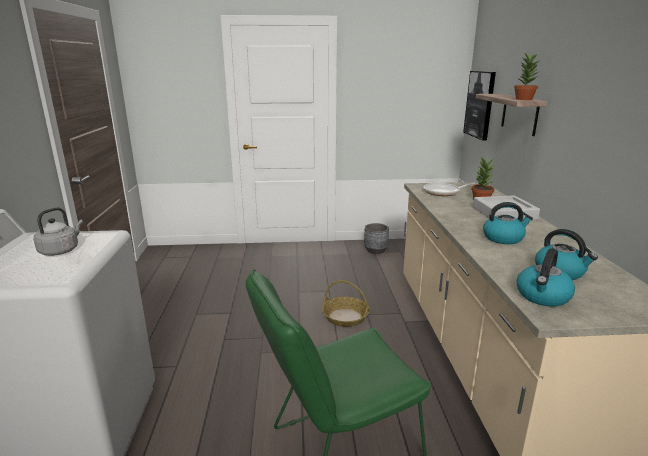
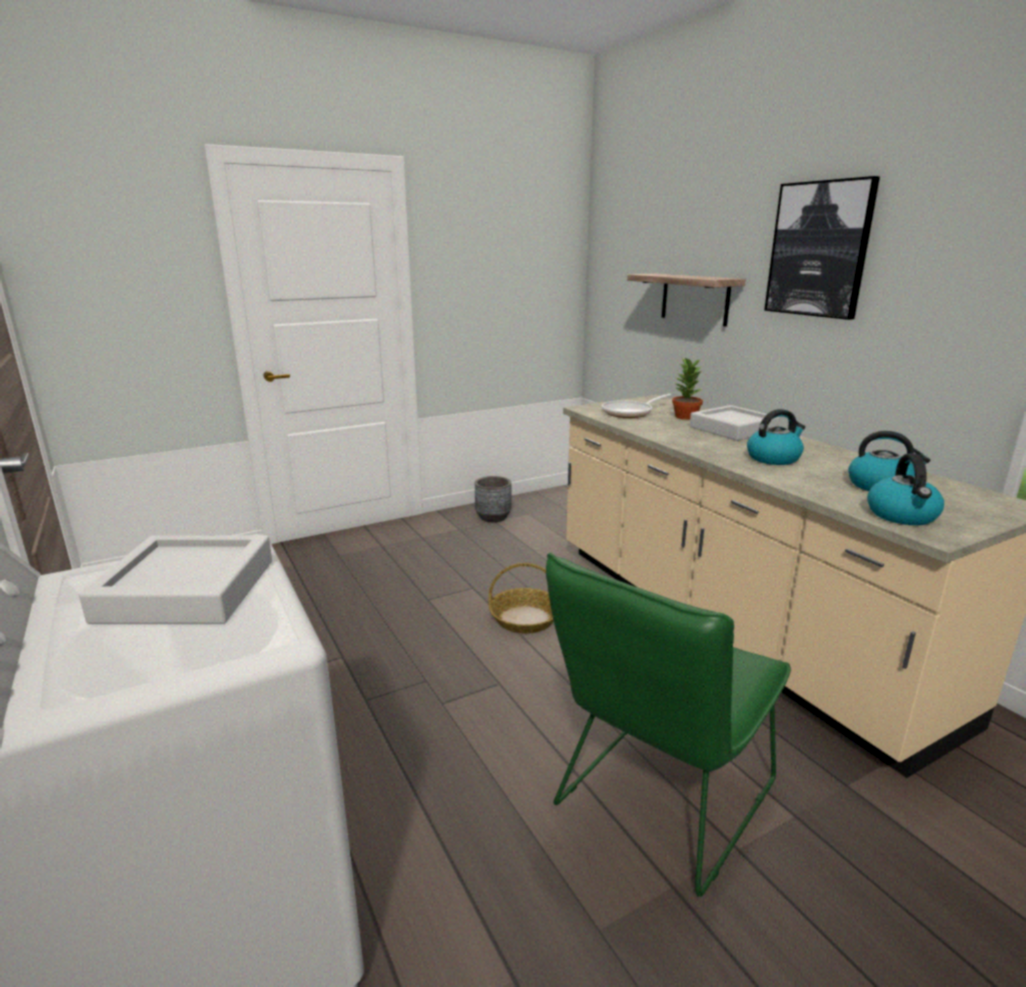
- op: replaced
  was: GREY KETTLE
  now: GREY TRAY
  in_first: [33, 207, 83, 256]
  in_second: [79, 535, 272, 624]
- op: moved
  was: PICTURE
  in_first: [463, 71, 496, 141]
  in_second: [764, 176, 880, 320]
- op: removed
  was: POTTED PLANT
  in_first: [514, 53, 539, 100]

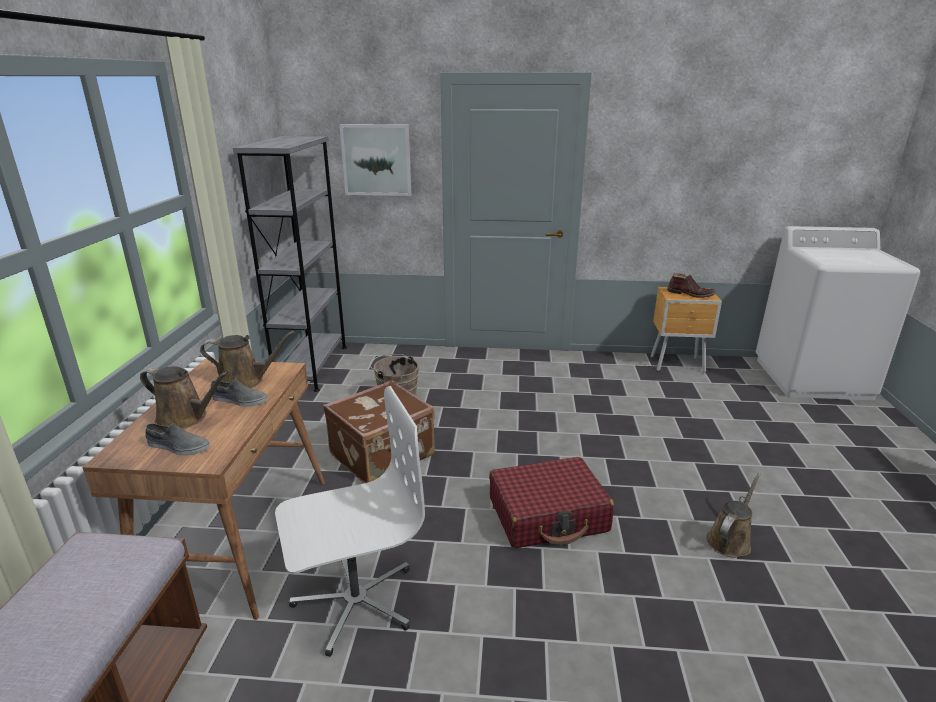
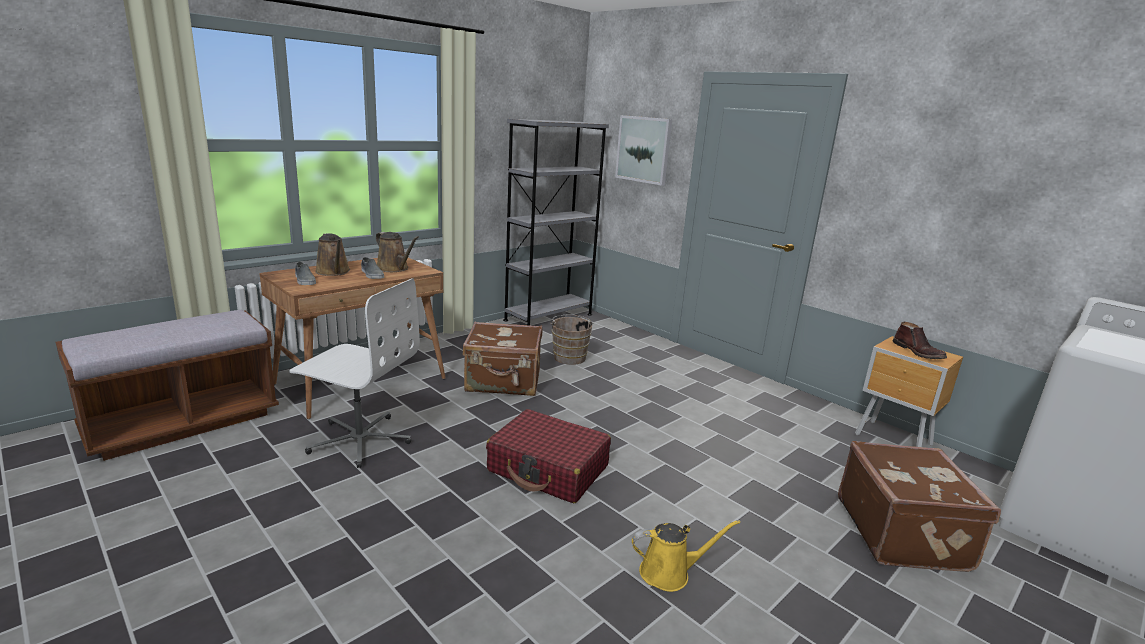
- op: recoloured
  was: BROWN WATERING CAN
  now: YELLOW WATERING CAN
  in_first: [706, 473, 761, 558]
  in_second: [632, 520, 740, 592]
- op: added
  now: BROWN SUITCASE
  in_second: [838, 441, 1001, 572]

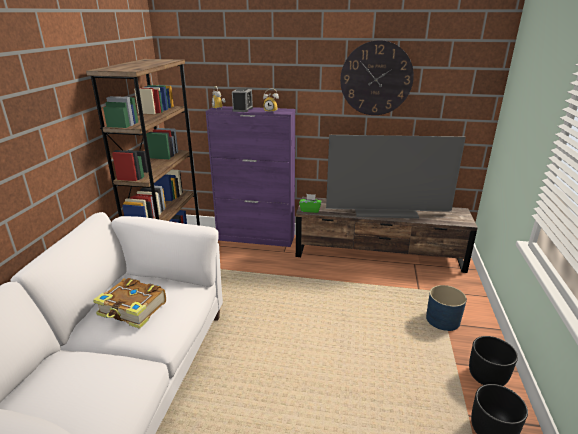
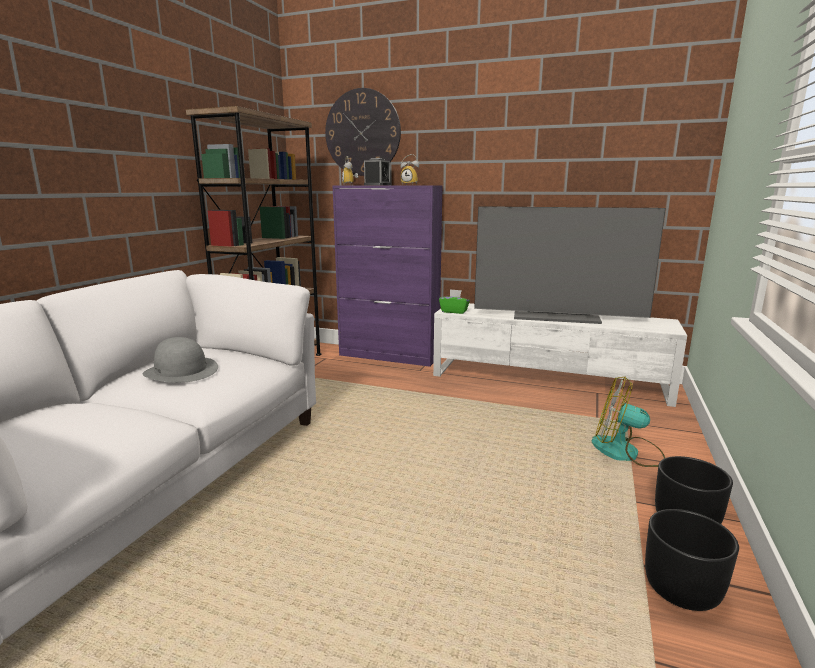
- op: replaced
  was: BOOK
  now: GREY HAT
  in_first: [93, 278, 166, 329]
  in_second: [142, 337, 218, 383]
- op: recoloured
  was: BROWN TV STAND
  now: WHITE TV STAND
  in_first: [296, 197, 478, 273]
  in_second: [433, 303, 687, 407]
- op: moved
  was: WALL CLOCK
  in_first: [340, 40, 414, 115]
  in_second: [325, 88, 401, 176]
- op: replaced
  was: BLUE PLANTER
  now: FAN
  in_first: [426, 285, 467, 331]
  in_second: [592, 376, 665, 467]

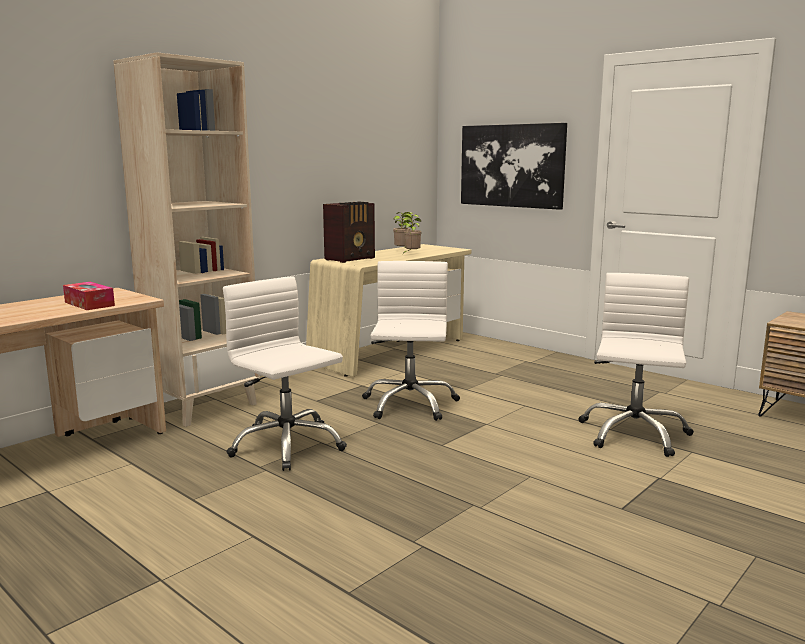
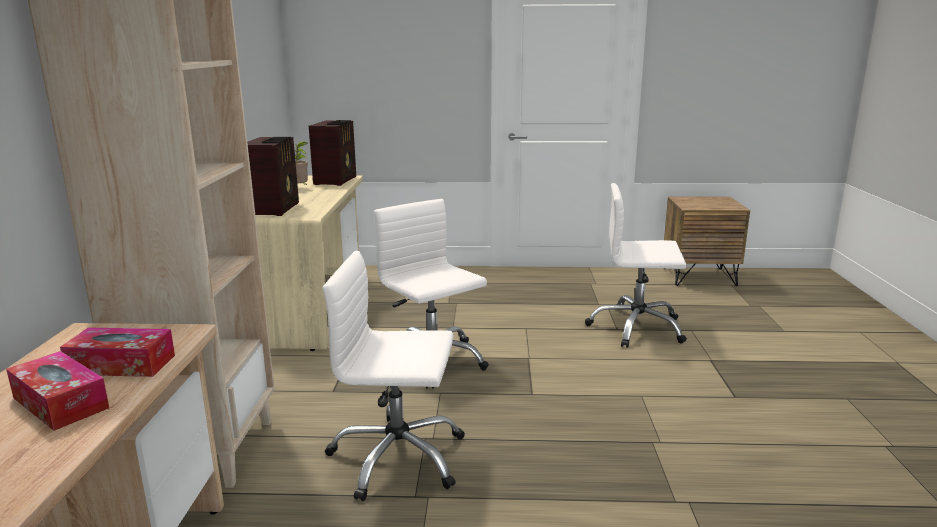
- op: removed
  was: POTTED PLANT
  in_first: [401, 213, 422, 253]
- op: removed
  was: PICTURE
  in_first: [461, 123, 567, 210]
- op: turned
  was: WHITE OFFICE CHAIR
  in_first: [578, 273, 694, 457]
  in_second: [585, 183, 687, 348]
  clockwise: -60
- op: added
  now: TISSUE BOX
  in_second: [6, 351, 109, 431]
- op: added
  now: RADIO
  in_second: [309, 120, 356, 186]

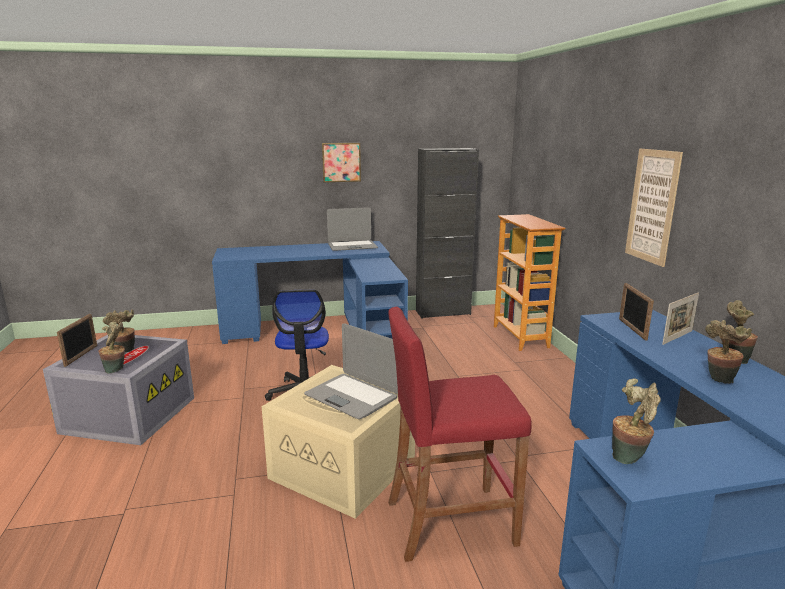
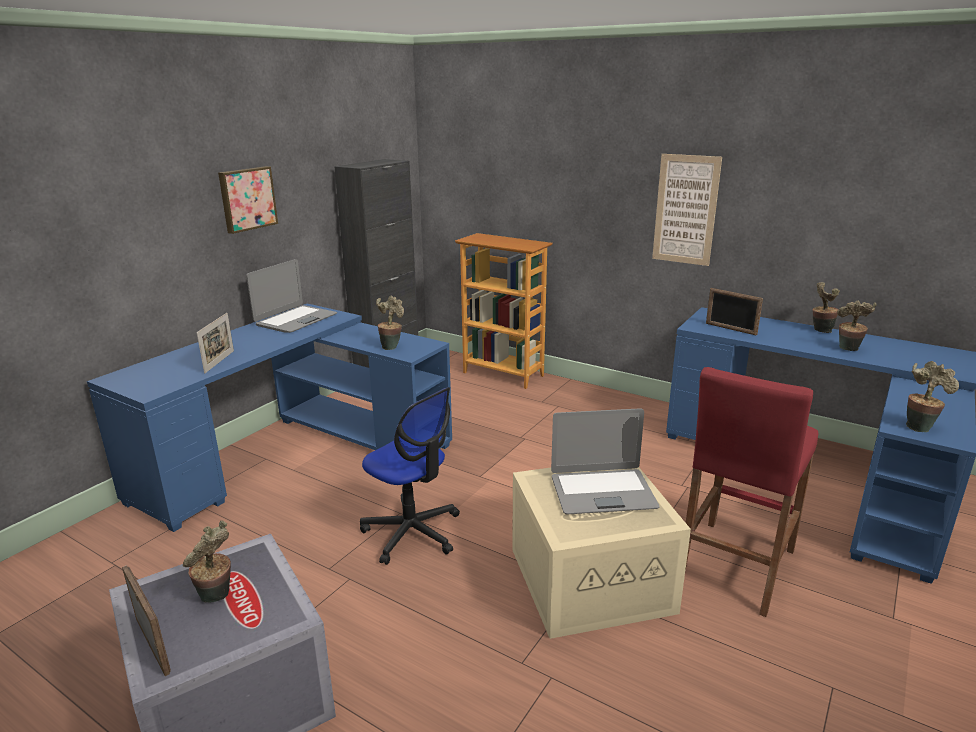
- op: moved
  was: POTTED PLANT
  in_first: [98, 321, 125, 374]
  in_second: [376, 296, 404, 350]
- op: moved
  was: PICTURE FRAME
  in_first: [662, 292, 699, 345]
  in_second: [197, 313, 234, 373]

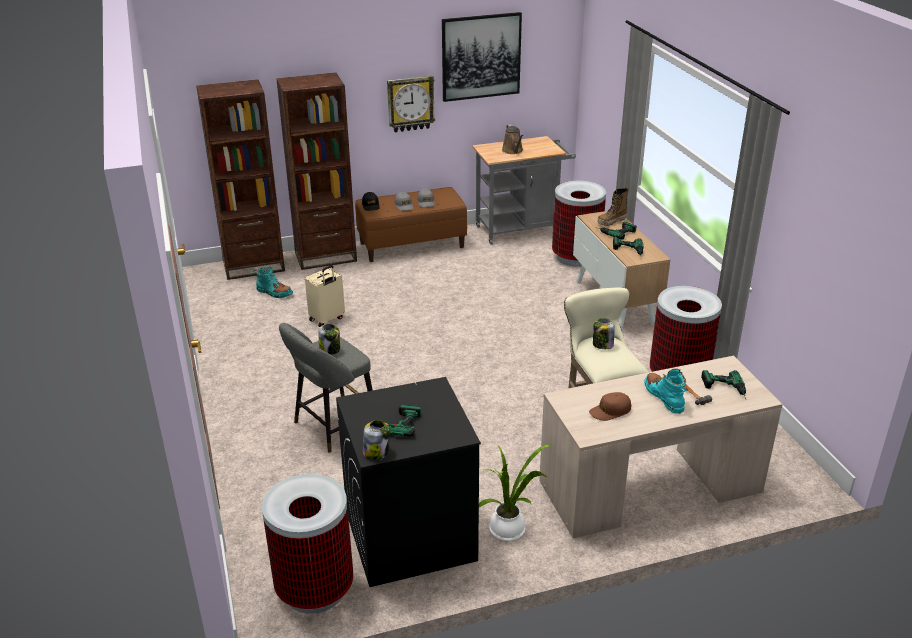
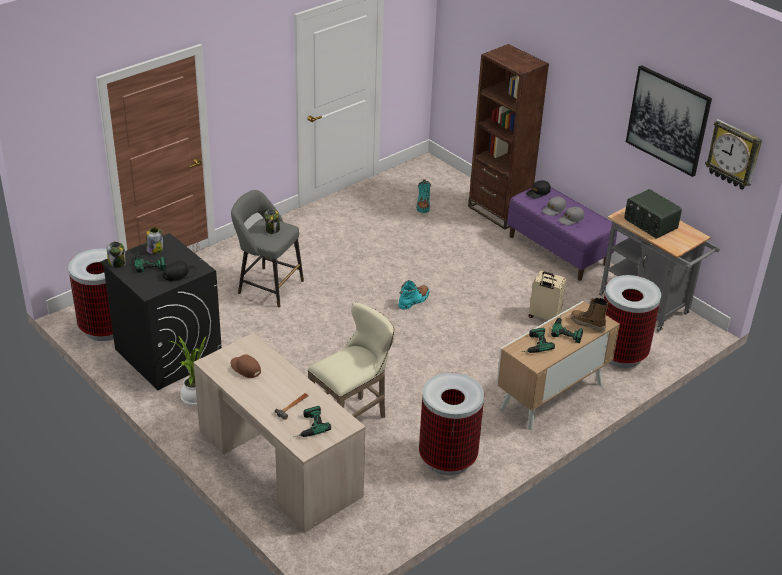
- op: removed
  was: BROWN BOOKCASE
  in_first: [196, 80, 285, 280]
- op: moved
  was: BEIGE SUITCASE
  in_first: [305, 265, 345, 327]
  in_second: [528, 271, 566, 320]
- op: recoloured
  was: BROWN BENCH
  now: PURPLE BENCH
  in_first: [355, 187, 467, 262]
  in_second: [507, 187, 617, 281]
- op: moved
  was: WALL CLOCK
  in_first: [387, 76, 435, 132]
  in_second: [705, 119, 762, 190]
- op: replaced
  was: BROWN WATERING CAN
  now: RADIO
  in_first: [502, 124, 523, 154]
  in_second: [624, 189, 682, 239]
- op: moved
  was: JAR
  in_first: [593, 318, 615, 349]
  in_second: [146, 227, 163, 254]
- op: moved
  was: TURQUOISE BOOT
  in_first: [644, 369, 688, 414]
  in_second: [398, 280, 430, 310]
- op: added
  now: BLACK CAP
  in_second: [163, 261, 197, 281]

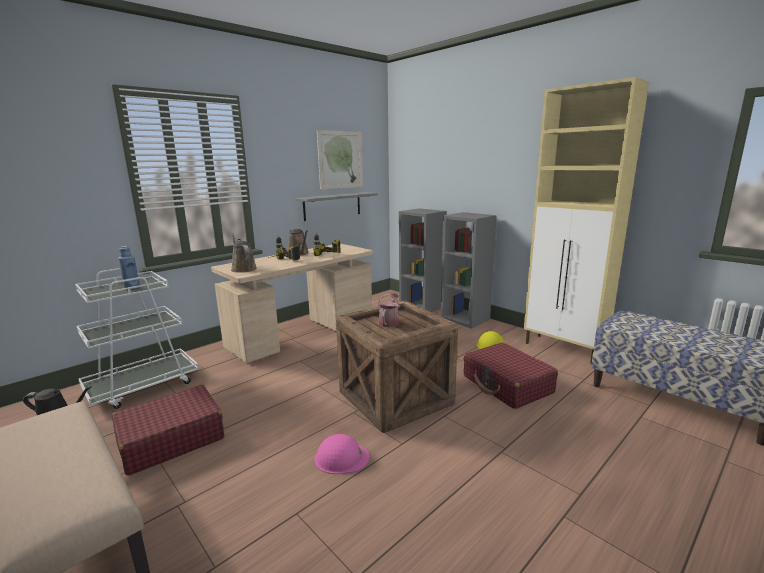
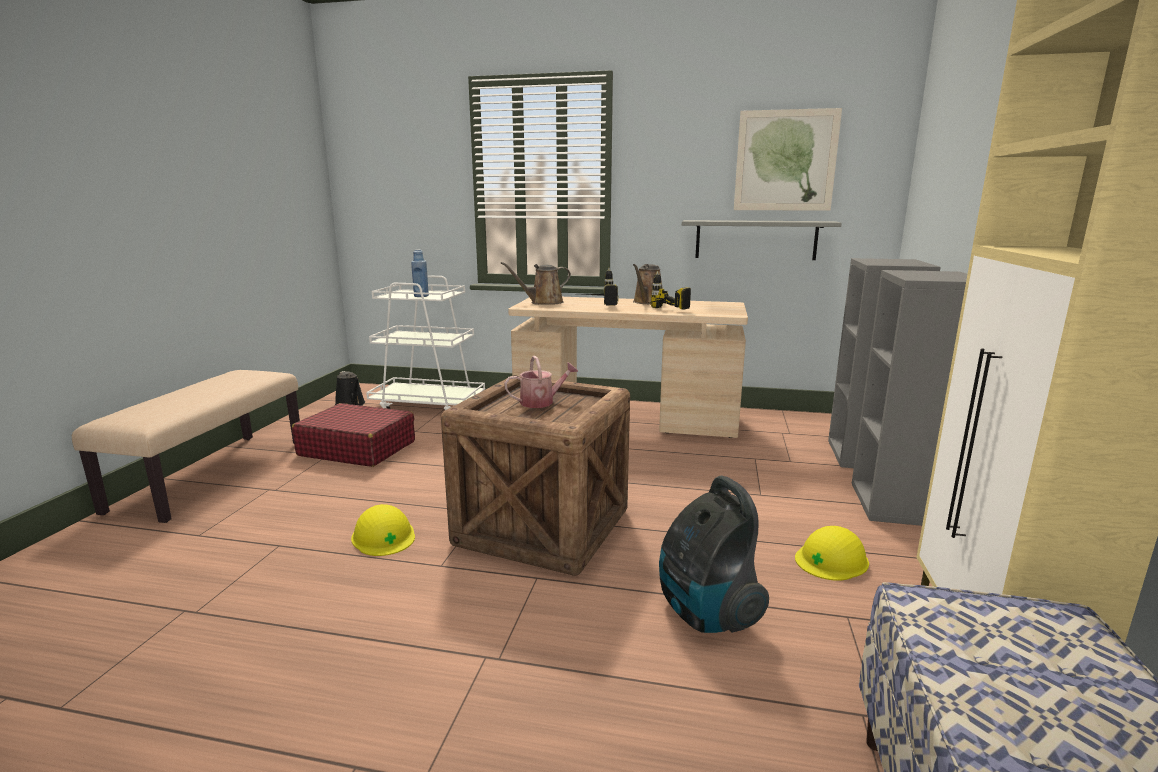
- op: turned
  was: BROWN WATERING CAN
  in_first: [231, 233, 257, 272]
  in_second: [501, 262, 571, 305]
  clockwise: -135
- op: recoloured
  was: PINK HARD HAT
  now: YELLOW HARD HAT
  in_first: [315, 434, 369, 474]
  in_second: [351, 504, 415, 556]
- op: replaced
  was: RED SUITCASE
  now: VACUUM CLEANER
  in_first: [463, 342, 558, 409]
  in_second: [659, 476, 769, 633]

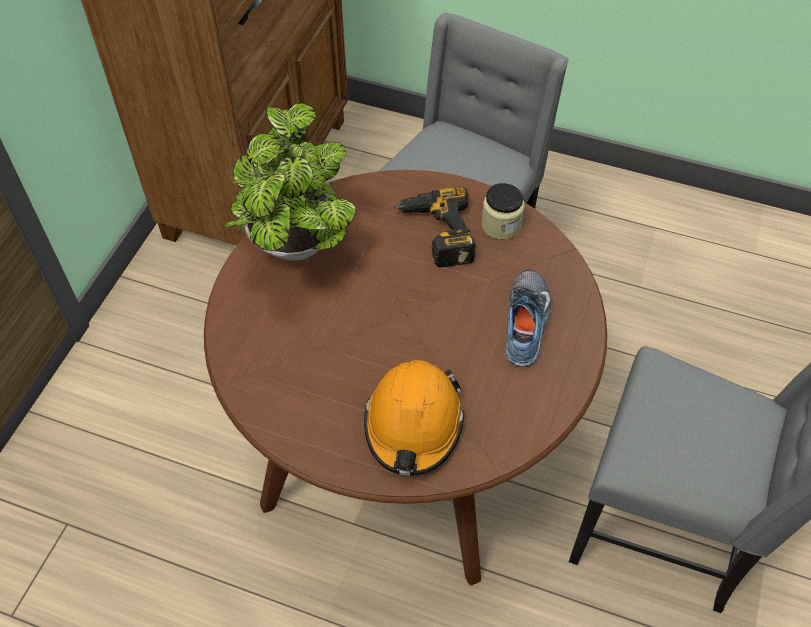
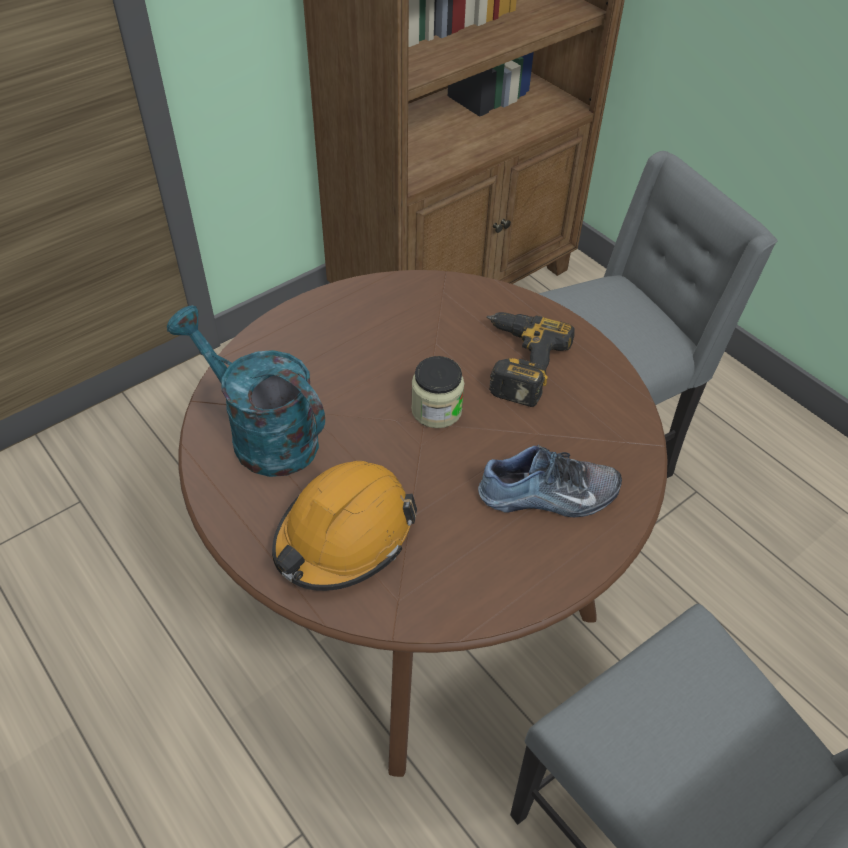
- op: removed
  was: POTTED PLANT
  in_first: [225, 103, 356, 261]
- op: moved
  was: JAR
  in_first: [481, 183, 525, 240]
  in_second: [411, 356, 464, 428]
- op: turned
  was: SHOE
  in_first: [506, 269, 551, 367]
  in_second: [478, 445, 622, 517]
  clockwise: 45
- op: added
  now: TURQUOISE WATERING CAN
  in_second: [167, 305, 325, 477]

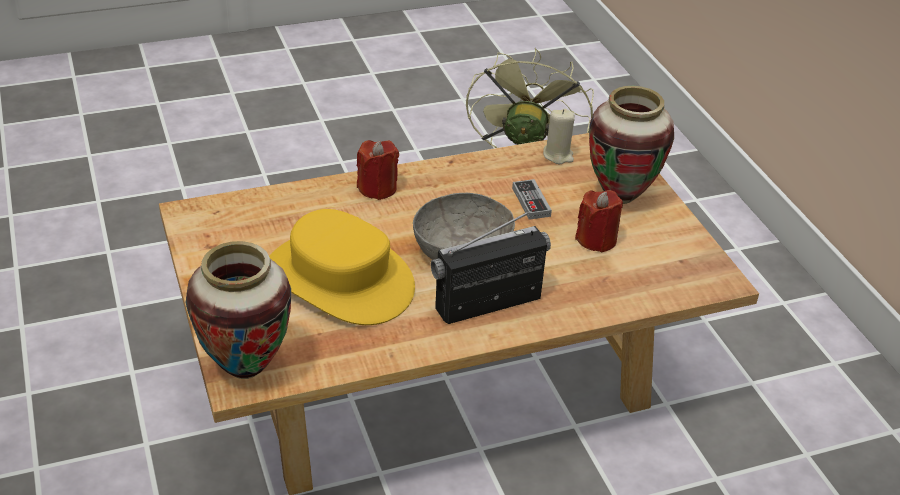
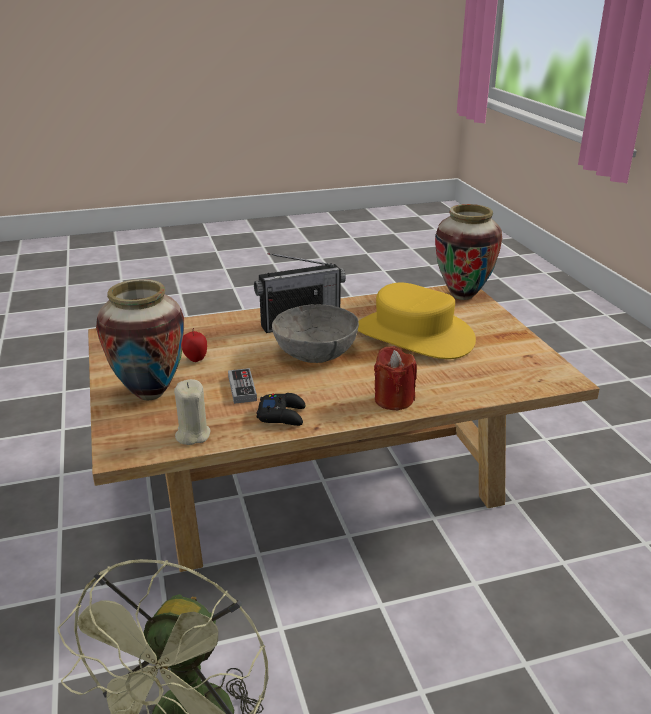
- op: replaced
  was: RED CANDLE
  now: APPLE
  in_first: [575, 190, 623, 252]
  in_second: [182, 328, 207, 362]
- op: added
  now: BLACK GAME CONTROLLER
  in_second: [257, 393, 306, 426]

